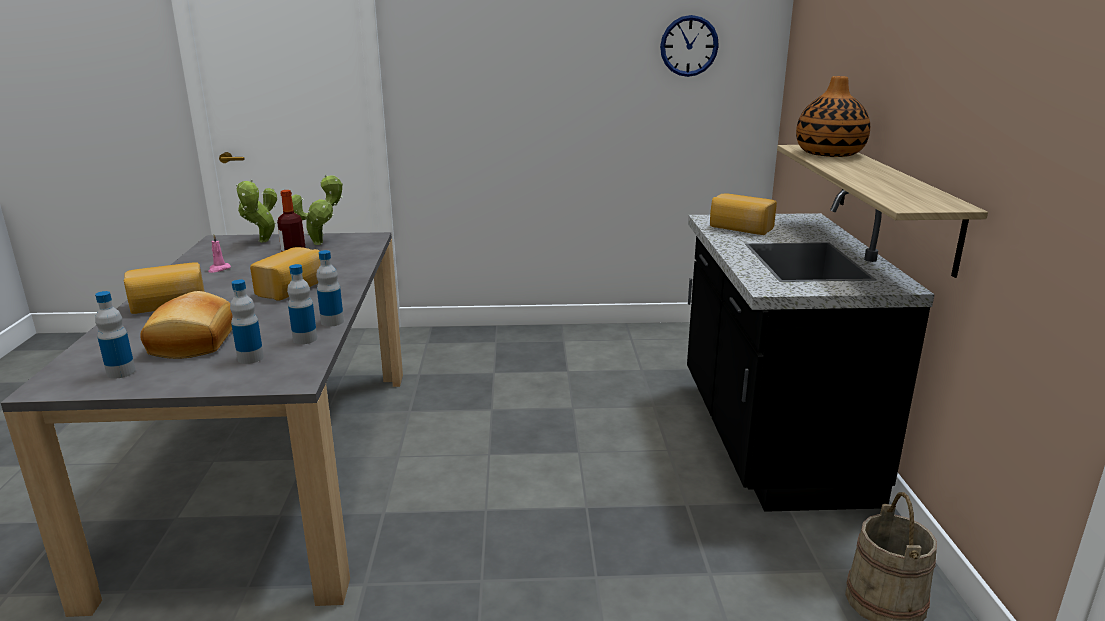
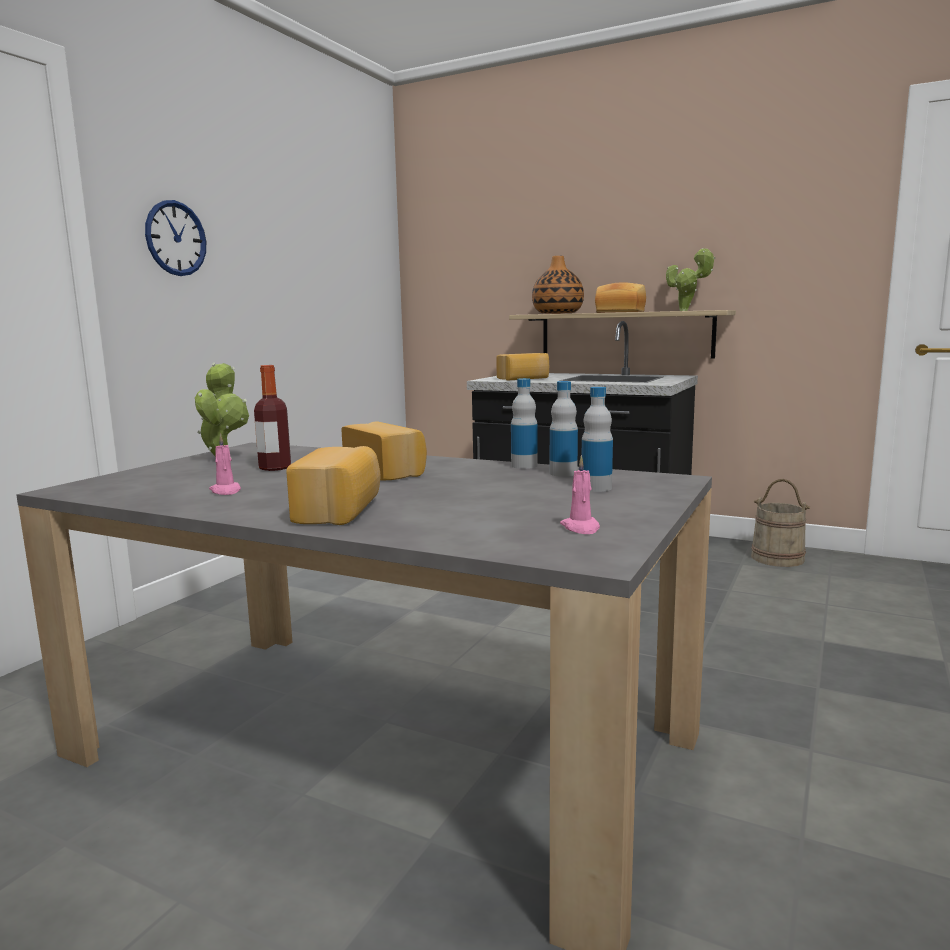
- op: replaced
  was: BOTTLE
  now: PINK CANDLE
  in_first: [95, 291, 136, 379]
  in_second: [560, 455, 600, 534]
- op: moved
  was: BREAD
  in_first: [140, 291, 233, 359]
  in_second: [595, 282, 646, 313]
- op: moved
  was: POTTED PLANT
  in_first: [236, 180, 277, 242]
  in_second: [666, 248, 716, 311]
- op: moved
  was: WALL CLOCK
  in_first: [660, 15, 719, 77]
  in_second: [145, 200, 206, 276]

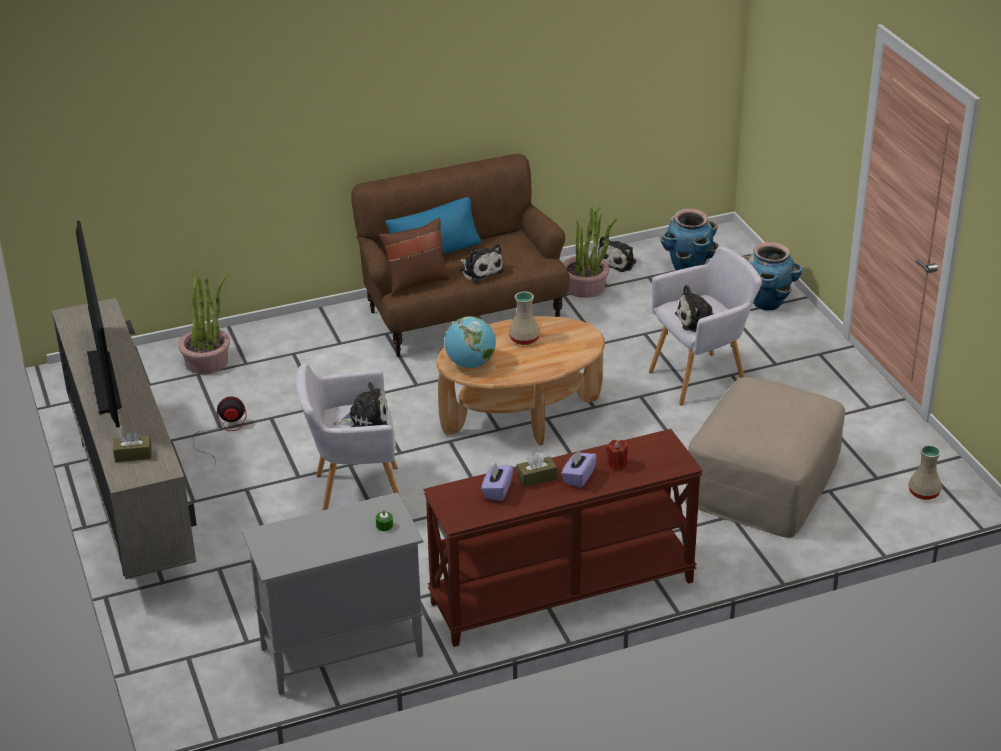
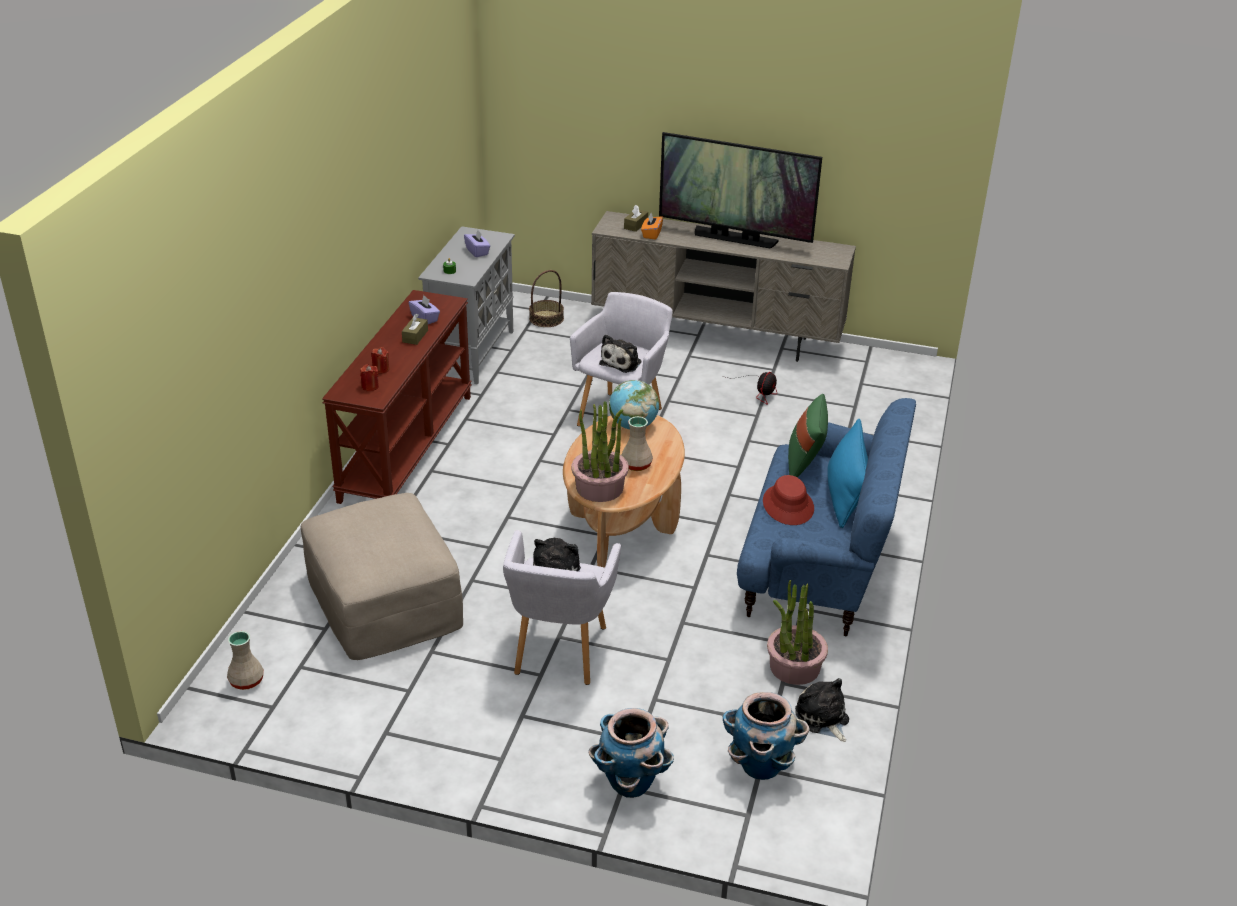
- op: moved
  was: POTTED PLANT
  in_first: [178, 275, 230, 374]
  in_second: [571, 401, 629, 502]
- op: recoloured
  was: BROWN SOFA
  now: BLUE SOFA
  in_first: [351, 154, 570, 357]
  in_second: [737, 398, 916, 637]
- op: recoloured
  was: BROWN PILLOW
  now: GREEN PILLOW
  in_first: [379, 218, 450, 296]
  in_second: [788, 394, 828, 477]
- op: replaced
  was: PLUSH TOY
  now: RED HAT
  in_first: [460, 244, 504, 283]
  in_second: [763, 475, 814, 525]
- op: moved
  was: PURPLE TISSUE BOX
  in_first: [561, 449, 597, 488]
  in_second: [464, 230, 490, 257]
- op: added
  now: RED CANDLE
  in_second: [360, 365, 379, 391]
- op: added
  now: BASKET
  in_second: [529, 270, 564, 327]
- op: added
  now: ORANGE TISSUE BOX
  in_second: [641, 212, 663, 240]

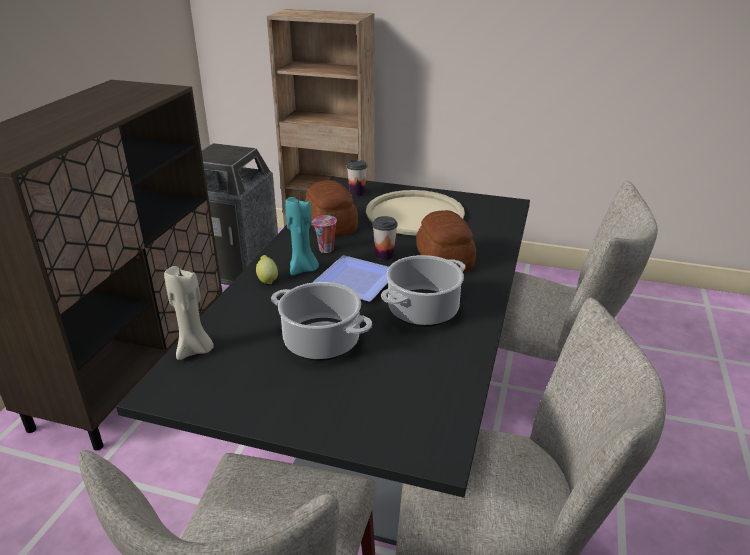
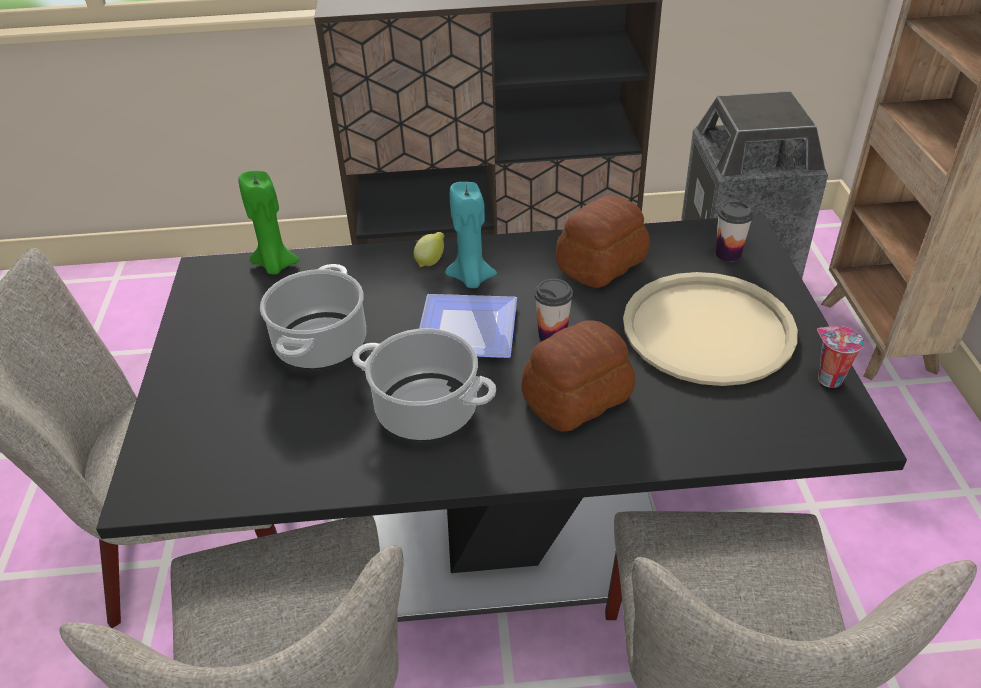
- op: recoloured
  was: BEIGE CANDLE
  now: GREEN CANDLE
  in_first: [164, 266, 214, 360]
  in_second: [238, 171, 300, 274]
- op: moved
  was: CUP
  in_first: [312, 215, 337, 253]
  in_second: [817, 326, 864, 388]

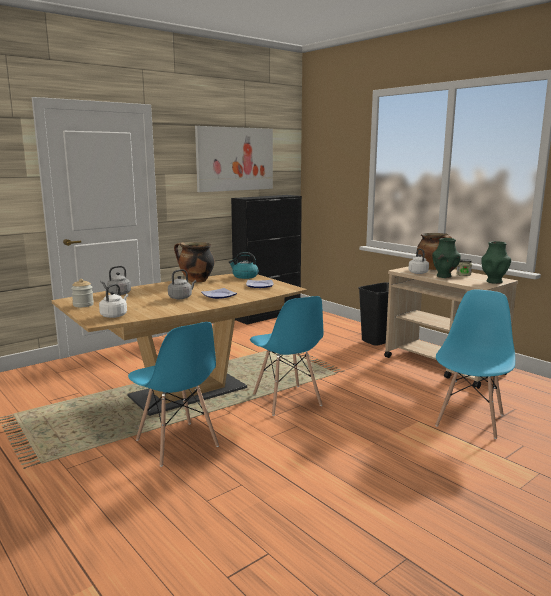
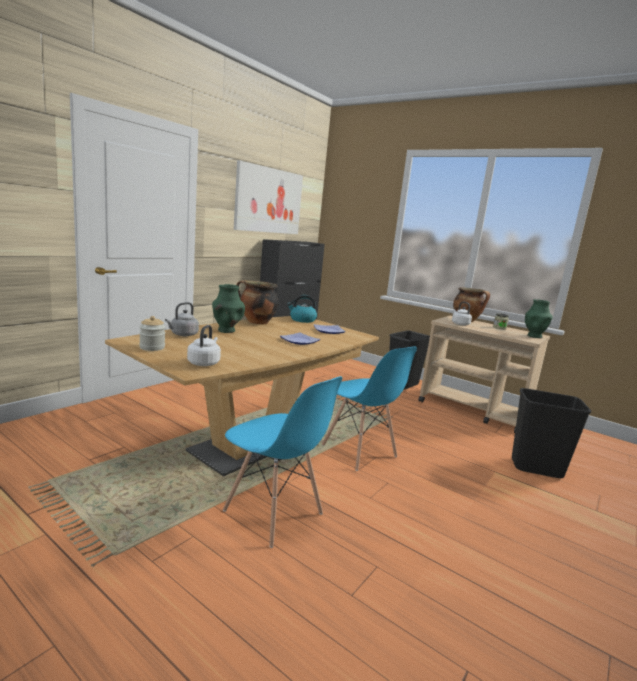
- op: removed
  was: GREY KETTLE
  in_first: [168, 269, 197, 299]
- op: moved
  was: GREEN VASE
  in_first: [432, 238, 461, 278]
  in_second: [212, 284, 245, 333]
- op: replaced
  was: BLUE CHAIR
  now: BLACK TRASH CAN
  in_first: [435, 290, 515, 439]
  in_second: [512, 388, 591, 478]

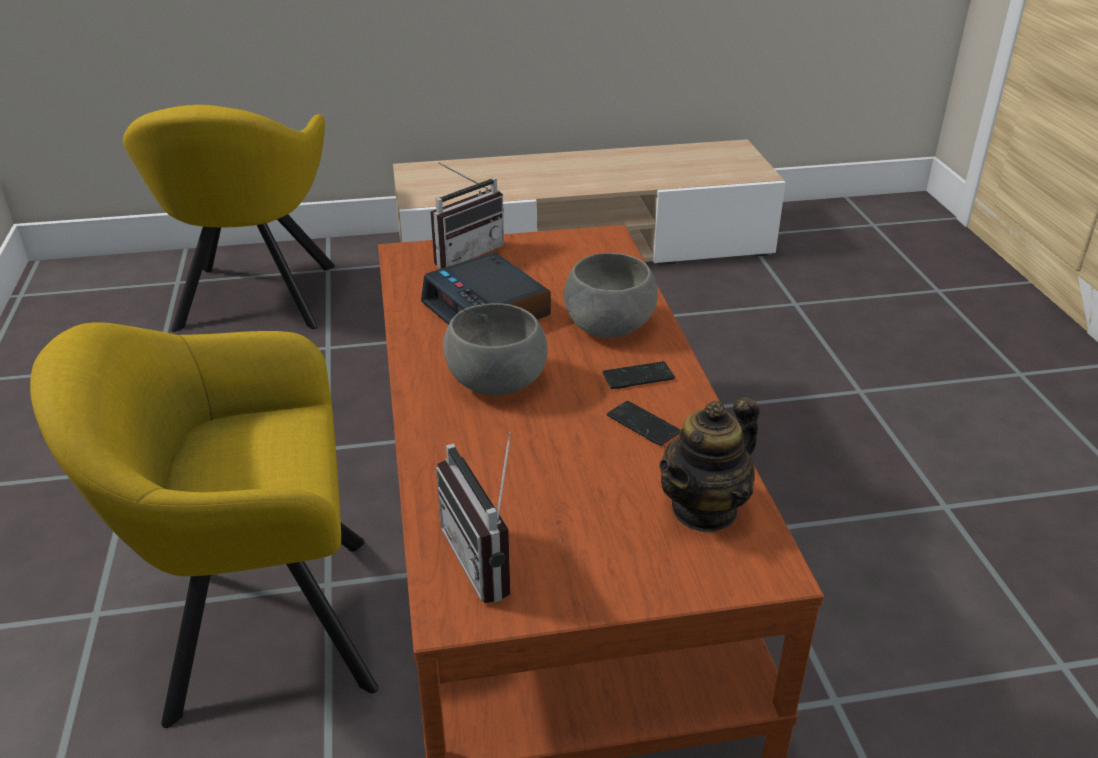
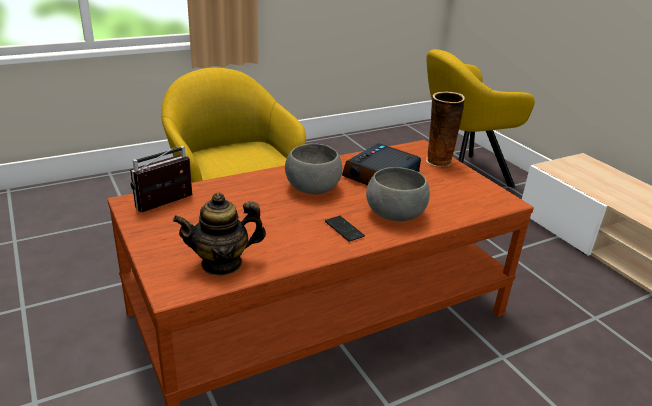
- op: replaced
  was: RADIO
  now: VASE
  in_first: [430, 163, 504, 269]
  in_second: [426, 92, 465, 167]
- op: removed
  was: PHONE
  in_first: [607, 401, 681, 446]
- op: turned
  was: TEAPOT
  in_first: [659, 397, 760, 533]
  in_second: [173, 193, 266, 275]
  clockwise: -45

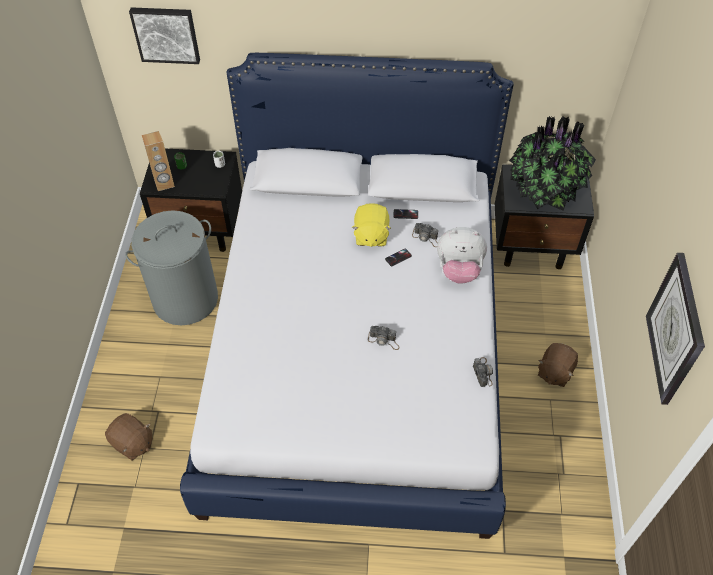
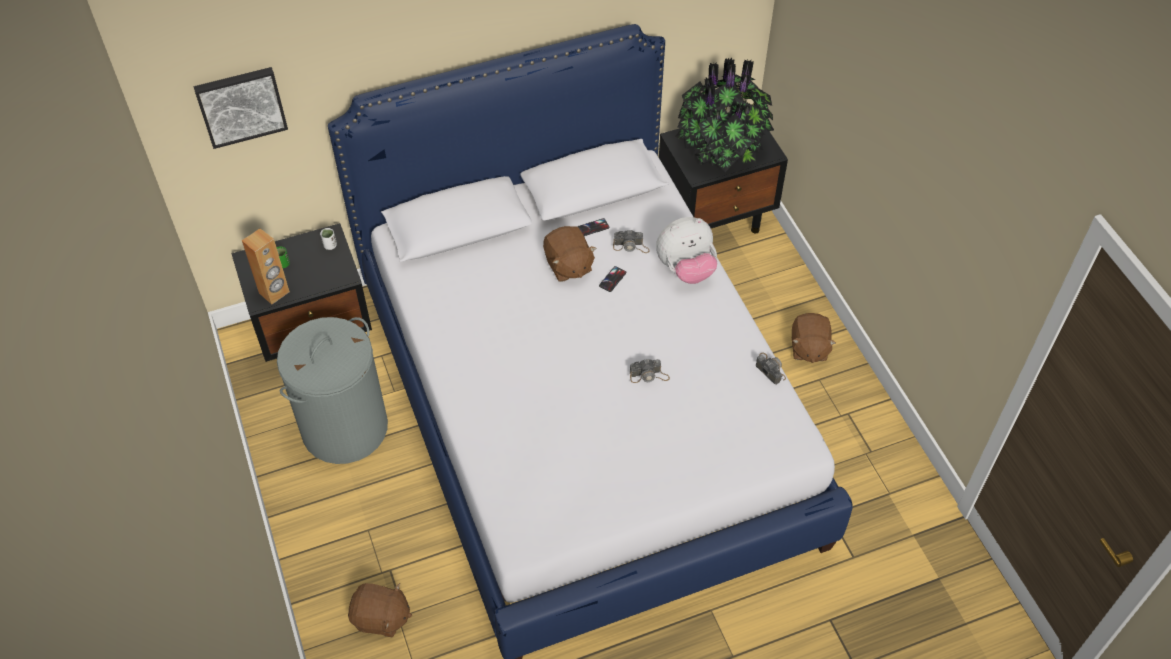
- op: recoloured
  was: YELLOW PLUSH TOY
  now: BROWN PLUSH TOY
  in_first: [352, 203, 391, 247]
  in_second: [543, 226, 597, 282]
- op: removed
  was: WALL CLOCK
  in_first: [646, 253, 705, 405]

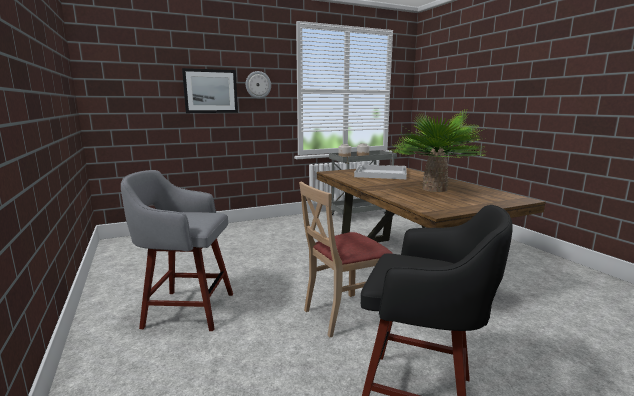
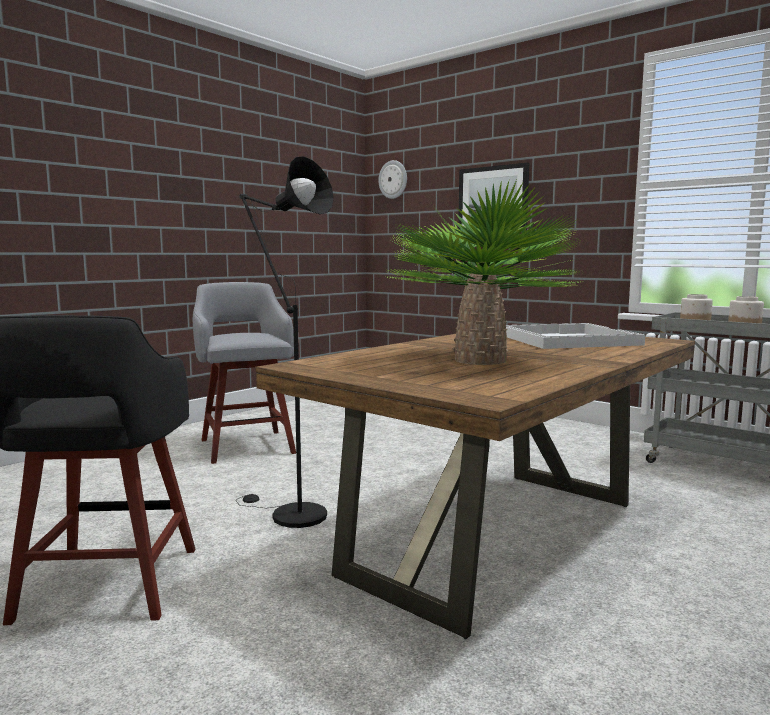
- op: moved
  was: WALL CLOCK
  in_first: [246, 71, 271, 99]
  in_second: [378, 160, 407, 199]
- op: replaced
  was: BEIGE CHAIR
  now: BLACK FLOOR LAMP
  in_first: [299, 182, 393, 338]
  in_second: [236, 156, 334, 528]

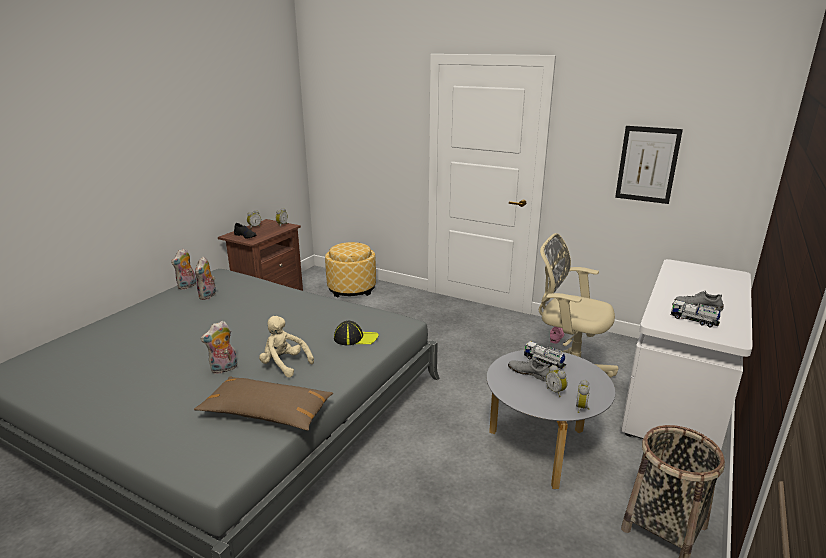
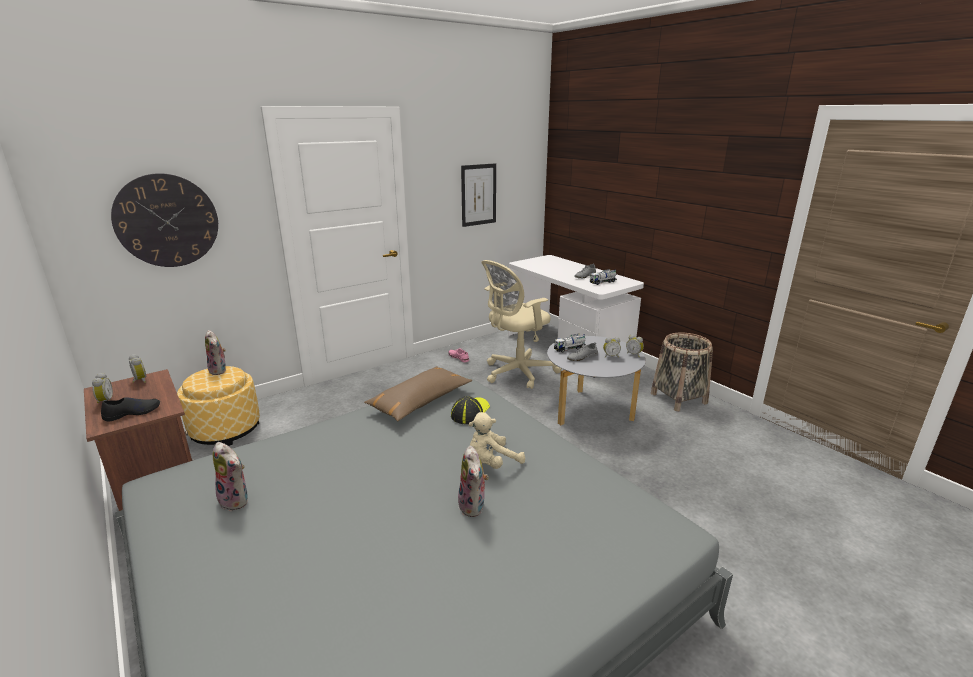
- op: moved
  was: PLUSH TOY
  in_first: [171, 248, 196, 290]
  in_second: [205, 330, 226, 375]
- op: moved
  was: BROWN PILLOW
  in_first: [194, 376, 333, 431]
  in_second: [364, 366, 472, 421]
- op: added
  now: WALL CLOCK
  in_second: [111, 173, 218, 267]

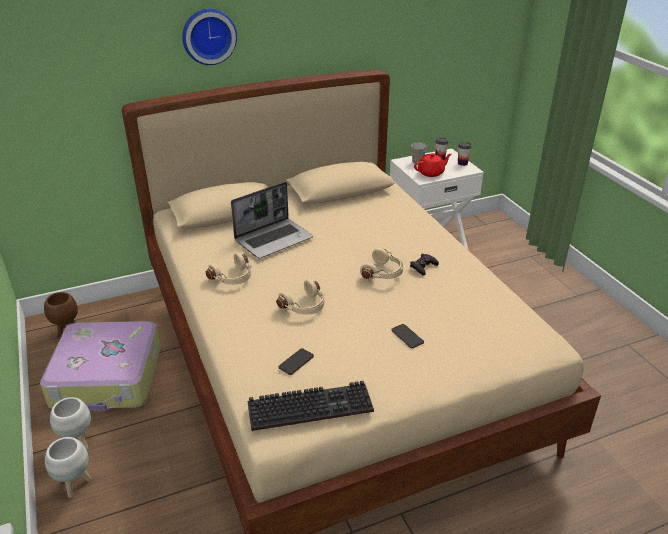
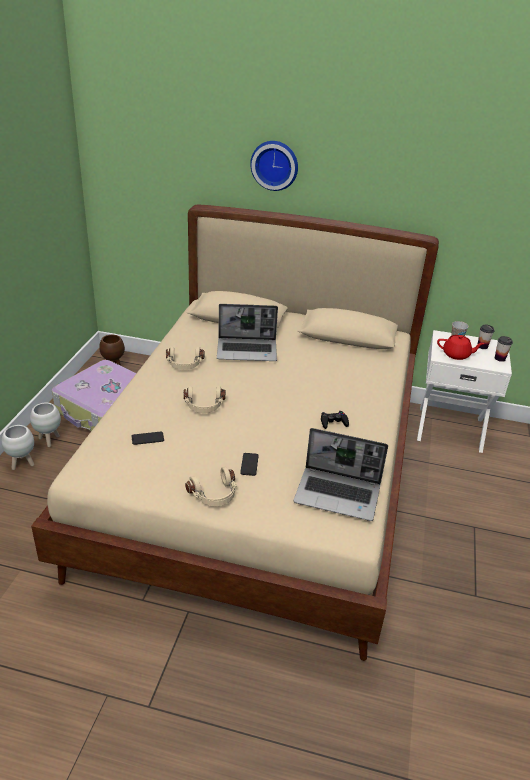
- op: removed
  was: KEYBOARD
  in_first: [248, 381, 374, 431]
- op: moved
  was: BEIGE HEADPHONES
  in_first: [360, 248, 403, 279]
  in_second: [185, 467, 237, 506]
- op: added
  now: LAPTOP
  in_second: [294, 428, 388, 521]

